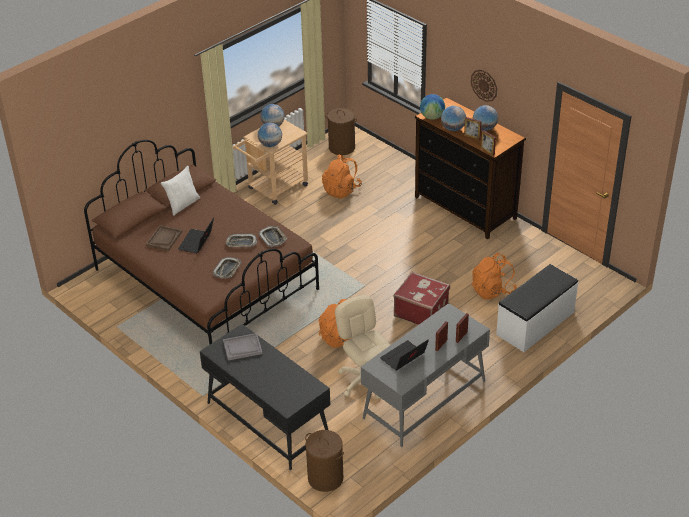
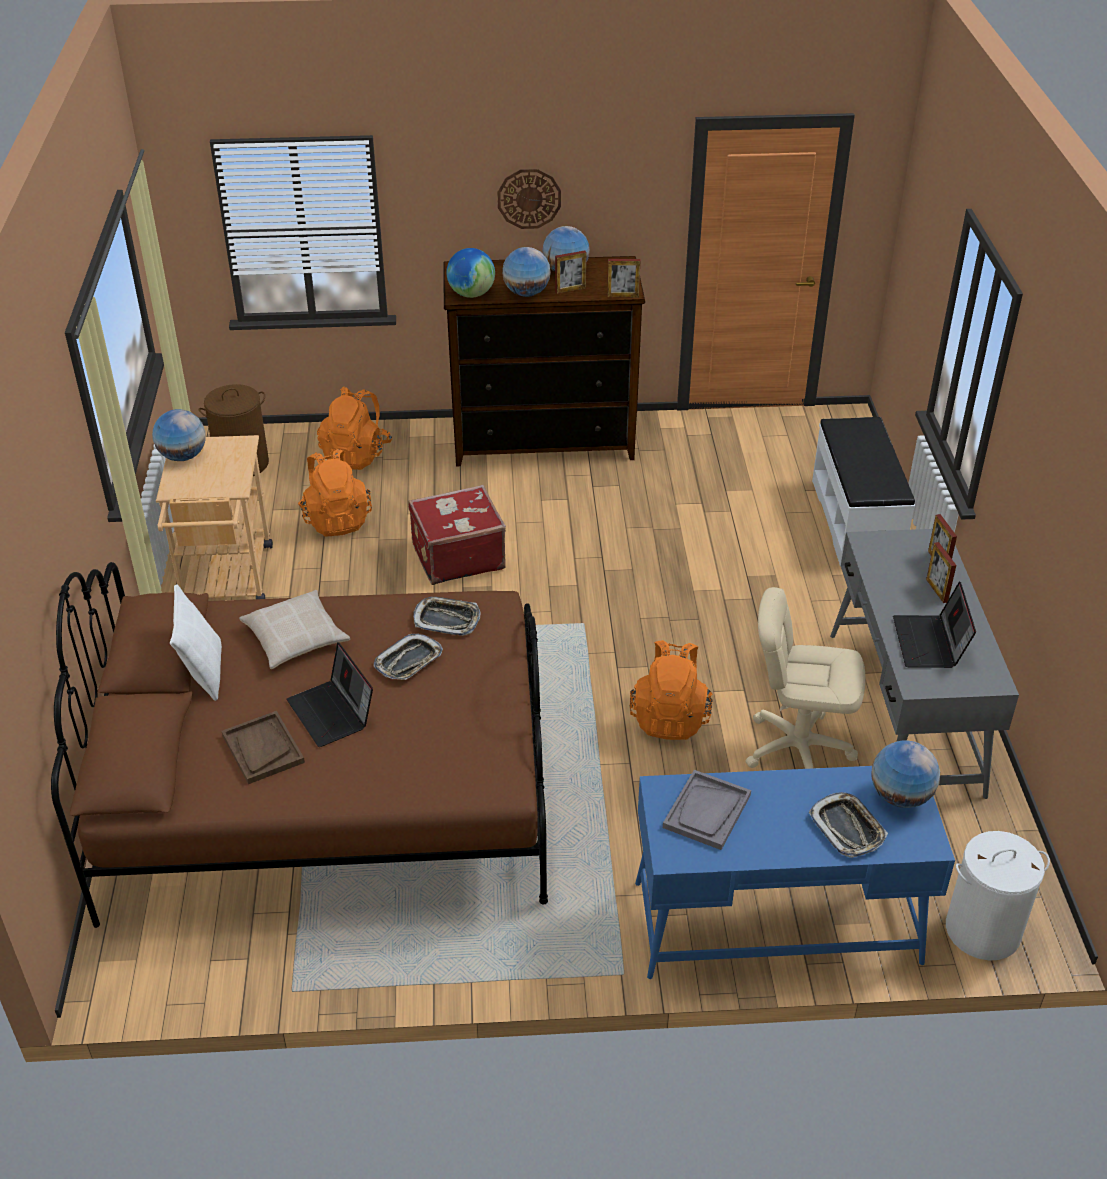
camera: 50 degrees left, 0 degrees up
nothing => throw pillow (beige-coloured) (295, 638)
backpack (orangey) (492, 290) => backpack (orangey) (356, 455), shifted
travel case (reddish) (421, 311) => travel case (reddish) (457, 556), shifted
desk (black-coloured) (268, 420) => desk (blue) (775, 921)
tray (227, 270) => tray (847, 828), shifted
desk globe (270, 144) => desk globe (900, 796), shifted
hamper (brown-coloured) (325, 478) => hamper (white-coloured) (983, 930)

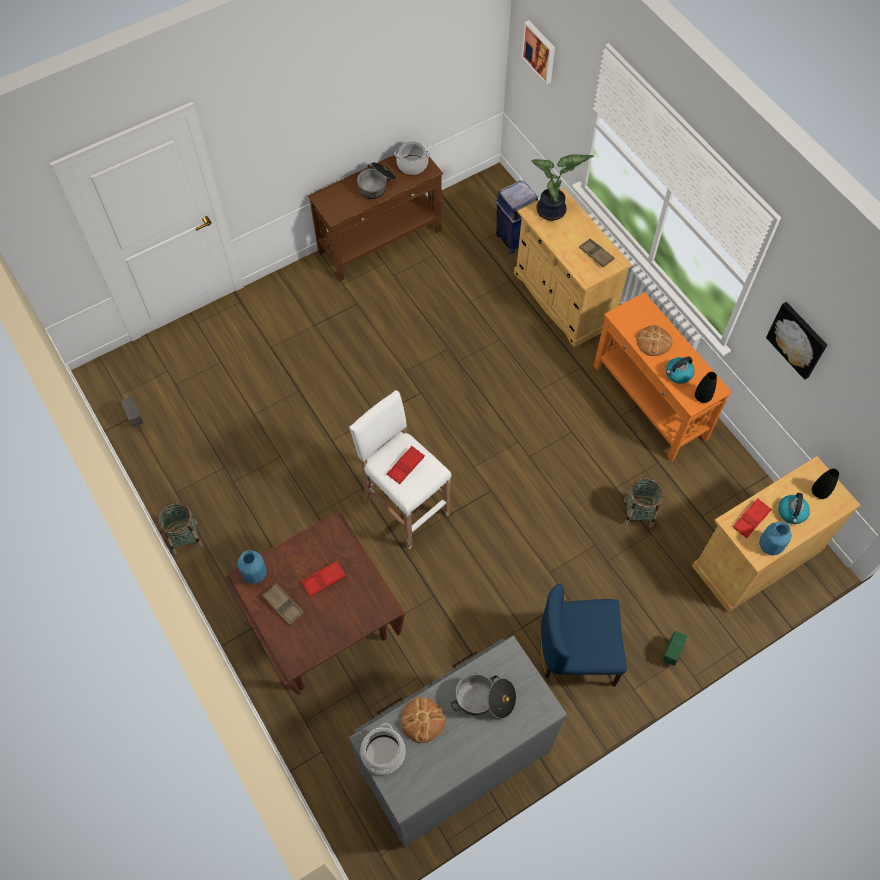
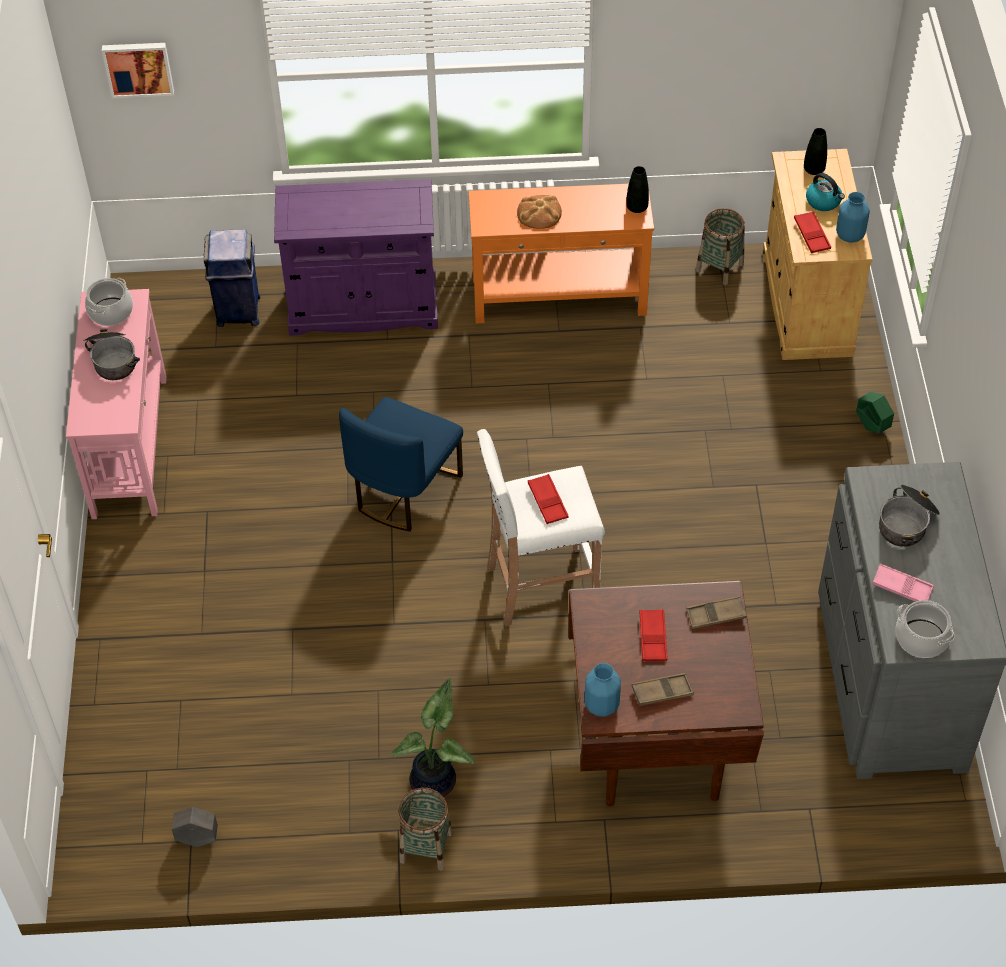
camera: 60 degrees left, 10 degrees down
console table (brown-coloured) (381, 241) => console table (pink-coloured) (131, 445)
storage cabinet (beige-coloured) (563, 299) => storage cabinet (purplish) (363, 307)
chair (blue) (577, 653) => chair (blue) (404, 490), shifted
plant in a pot (552, 212) => plant in a pot (436, 780), shifted
tray (brown-coloured) (596, 254) => tray (brown-coloured) (715, 615), shifted
basket (638, 513) => basket (719, 267), shifted
baked bread (422, 720) => tray (pink-coloured) (902, 587)
tea kettle (678, 374) => nothing
picture (798, 339) => nothing

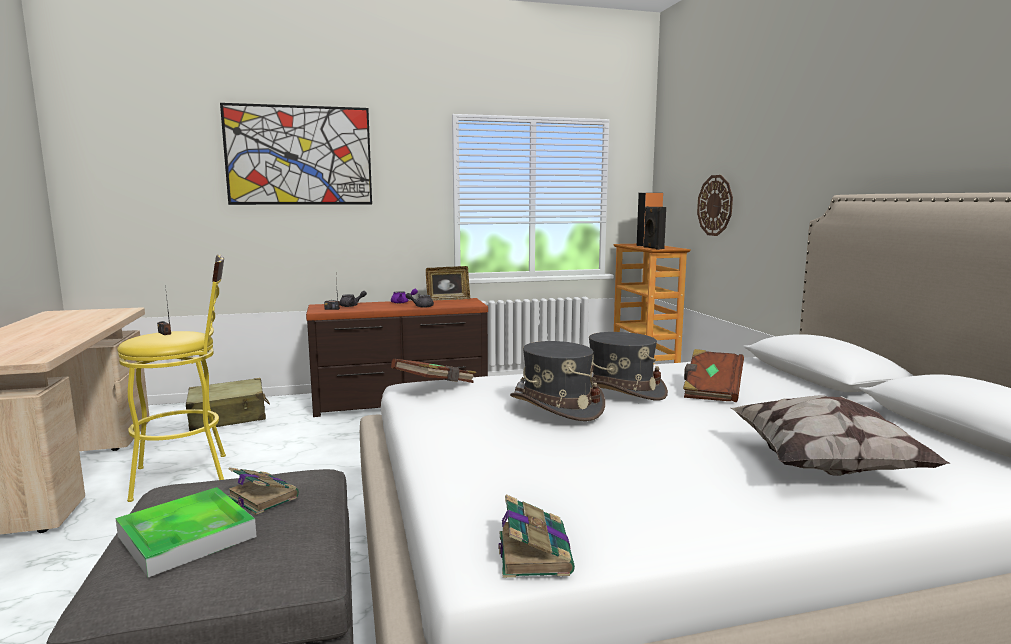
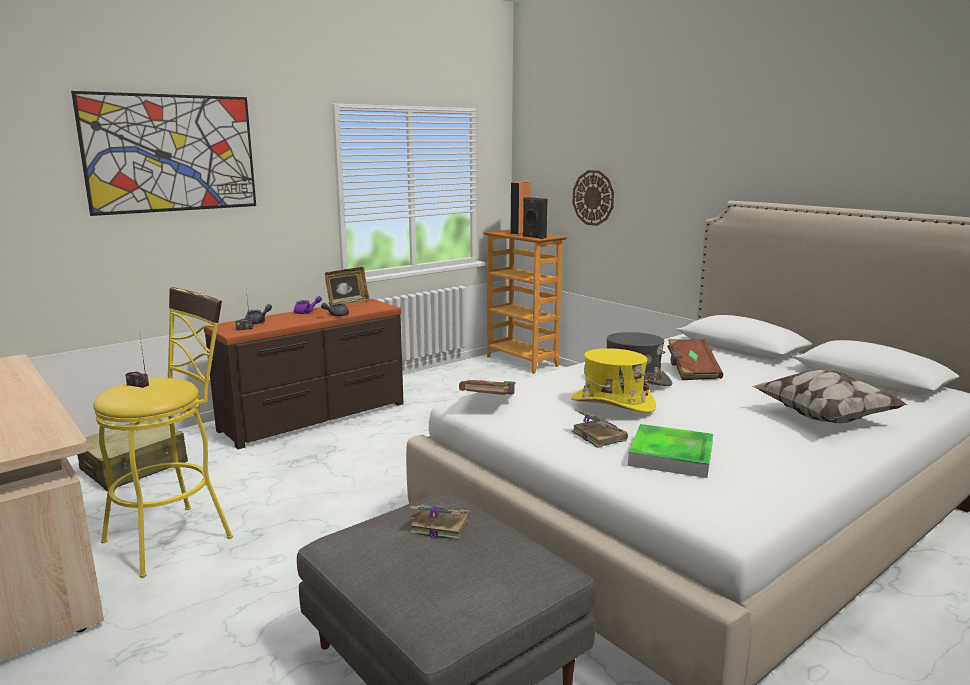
camera: 25 degrees left, 5 degrees up
hat (gray) (556, 406) => hat (yellowish) (612, 403)
book (534, 552) => book (598, 435), shifted
tray (187, 536) => tray (671, 456), shifted

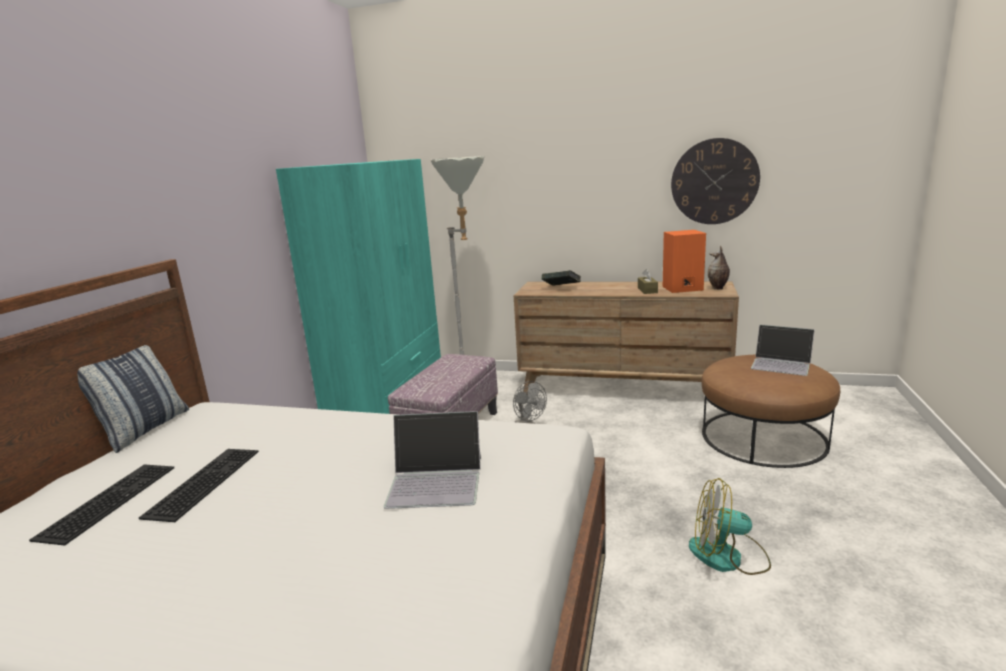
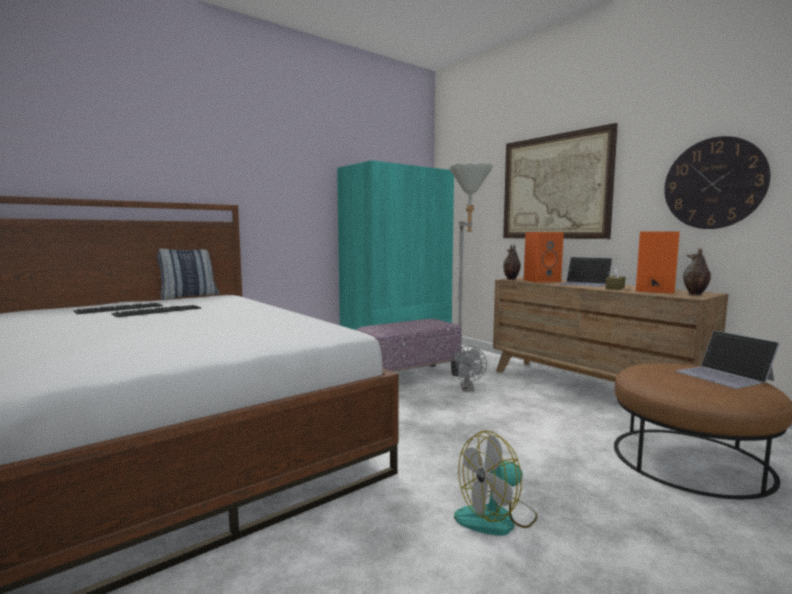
camera: 35 degrees right, 10 degrees down
fan (728, 556) => fan (496, 518), 75 degrees counterclockwise
nothing => picture (554, 187)
nothing => flower vase (511, 279)
book (561, 288) => audio speaker (orangey) (542, 280)
notebook computer (436, 480) => notebook computer (584, 284), shifted

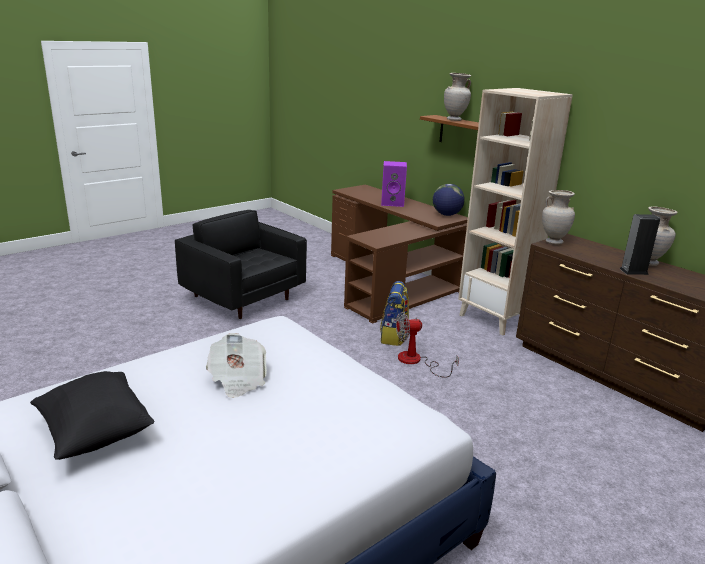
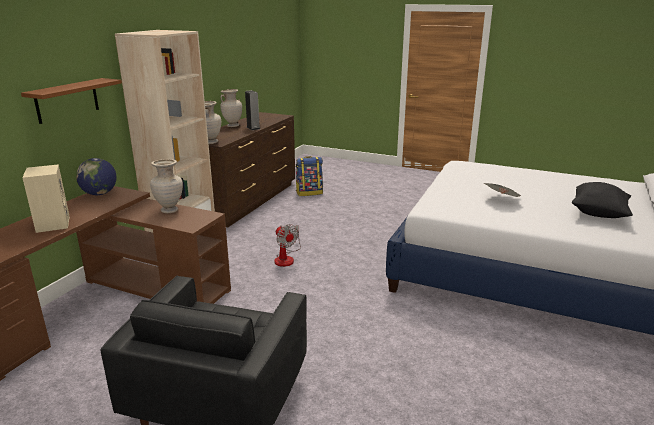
camera: 115 degrees left, 0 degrees up
audio speaker (purplish) (393, 203) => audio speaker (beige-coloured) (52, 224)
flower vase (beige-coloured) (454, 120) => flower vase (beige-coloured) (170, 210), shifted
backpack (394, 337) => backpack (309, 192), shifted

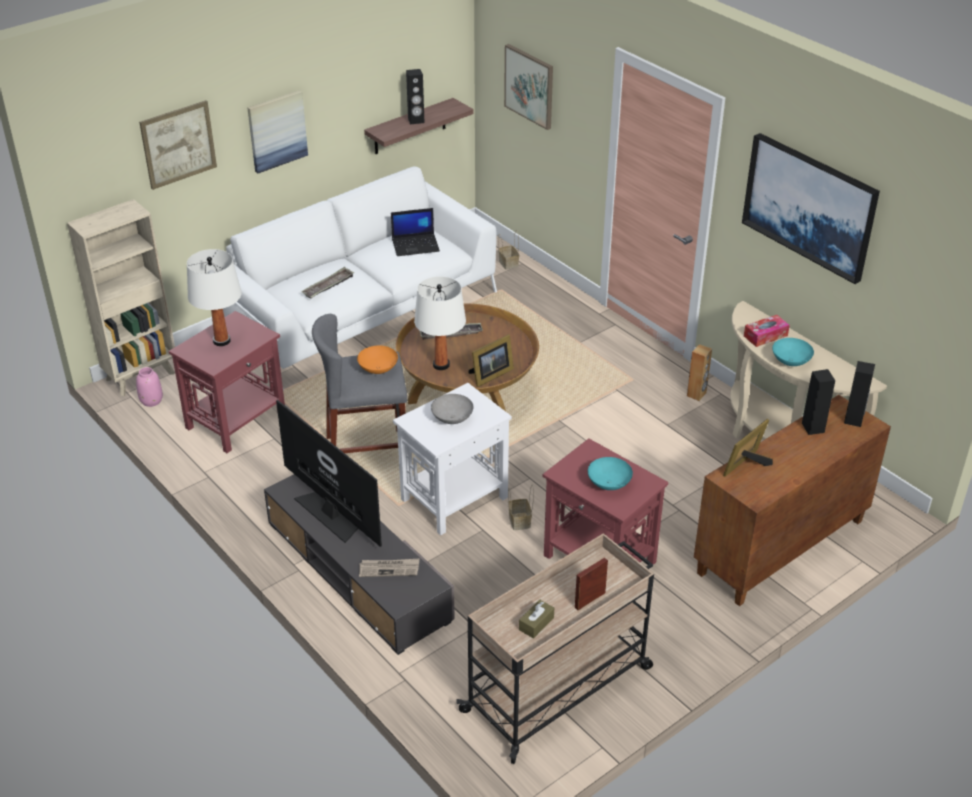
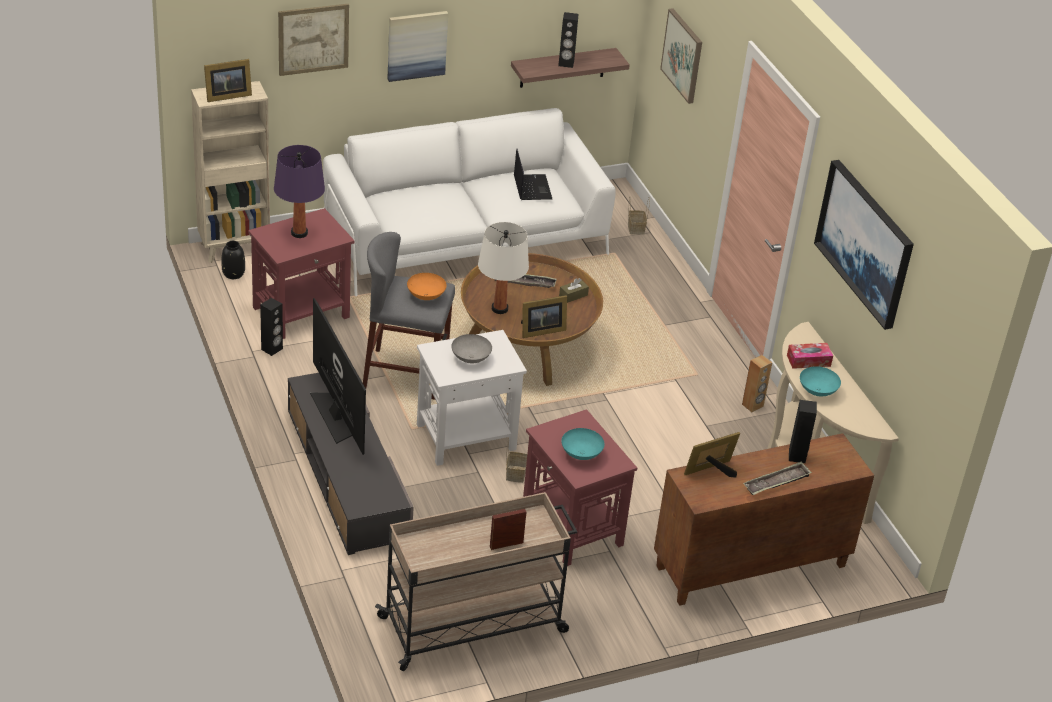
camera: 15 degrees right, 0 degrees up
nothing => photo frame (226, 96)
flower vase (pink-coloured) (151, 400) => flower vase (black-coloured) (234, 274)
audio speaker (black-coloured) (854, 419) => audio speaker (black-coloured) (272, 349), shifted
lamp for a table (white-coloured) (222, 341) => lamp for a table (purplish) (299, 233)
notebook computer (416, 245) => notebook computer (531, 187), 105 degrees counterclockwise
tissue box (brown-coloured) (536, 624) => tissue box (brown-coloured) (573, 295), shifted
tray (328, 286) => tray (776, 482), shifted
newspaper (389, 569) => nothing

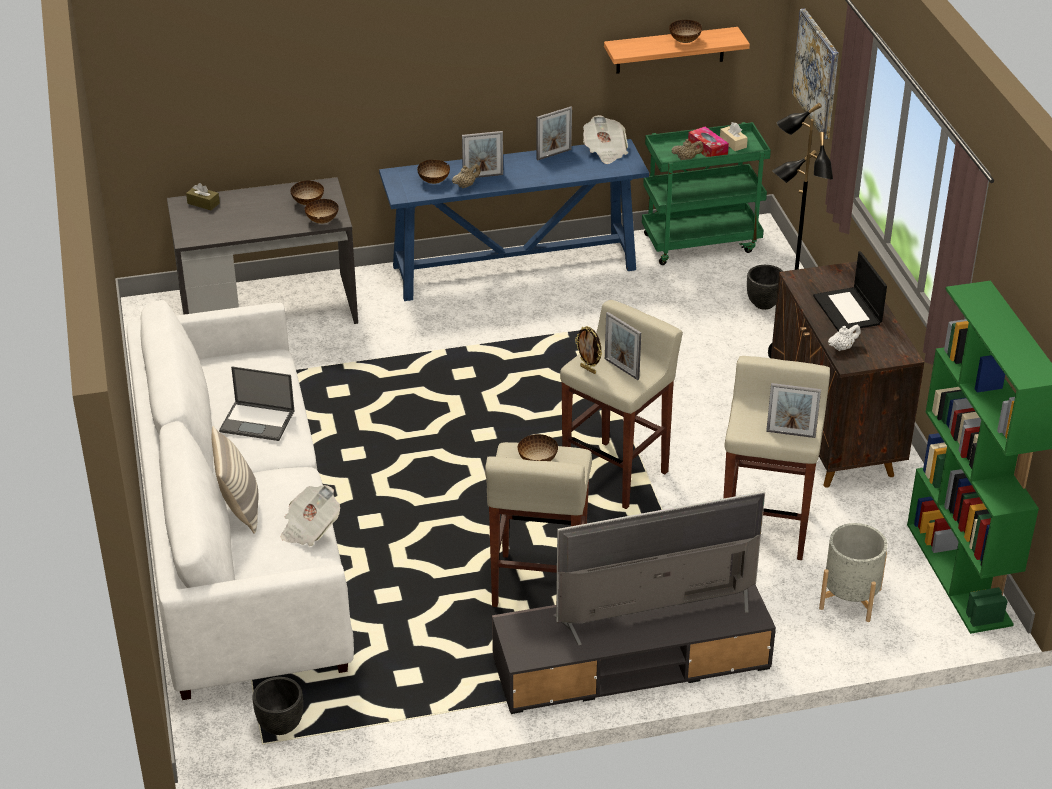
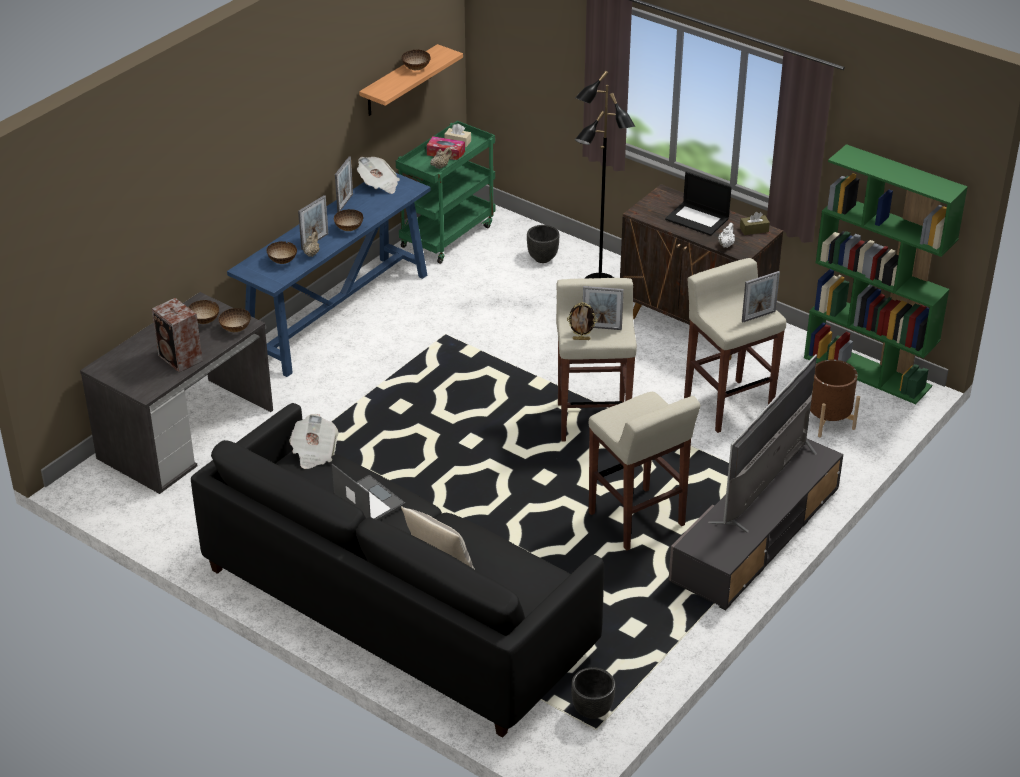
camera: 40 degrees left, 0 degrees up
nothing => audio speaker (180, 359)
couch (white-coloured) (240, 542) => couch (black-coloured) (396, 609)
newspaper (309, 528) => newspaper (314, 452), shifted
notebook computer (258, 421) => notebook computer (368, 500), 105 degrees counterclockwise
bowl (537, 460) => bowl (348, 228), shifted
tissue box (brown-coloured) (203, 203) => tissue box (brown-coloured) (754, 230), shifted
flower pot (gray) (850, 599) => flower pot (brown-coloured) (828, 421)
picture (817, 73) => nothing

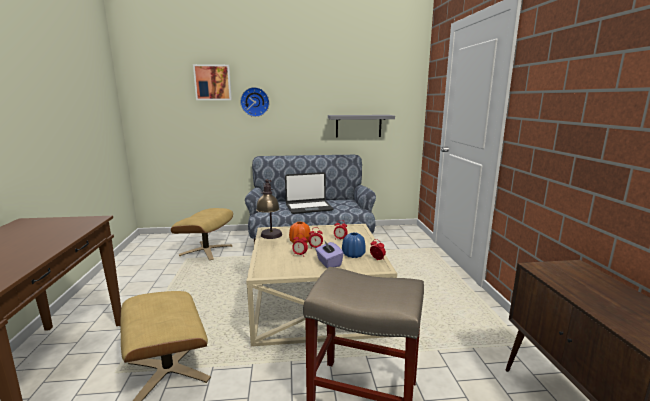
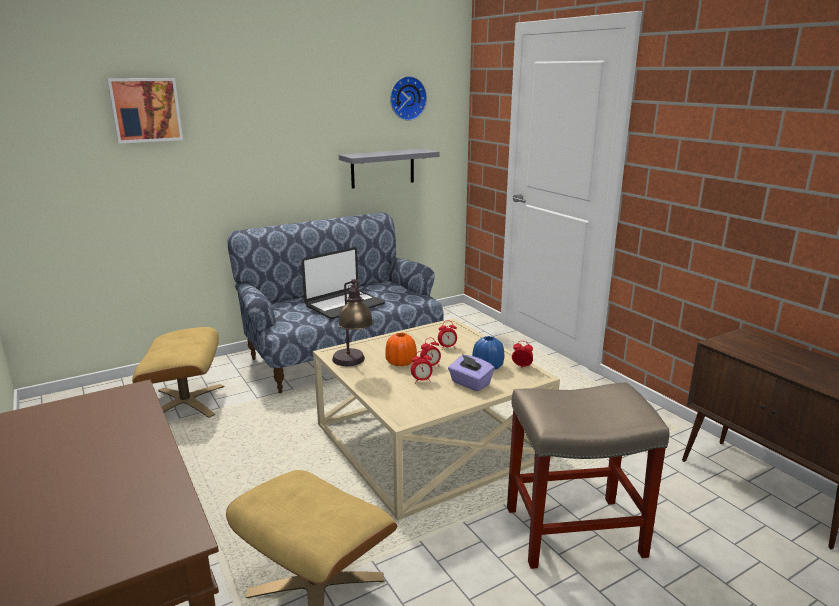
camera: 25 degrees left, 5 degrees up
wall clock (255, 102) => wall clock (406, 98), shifted

